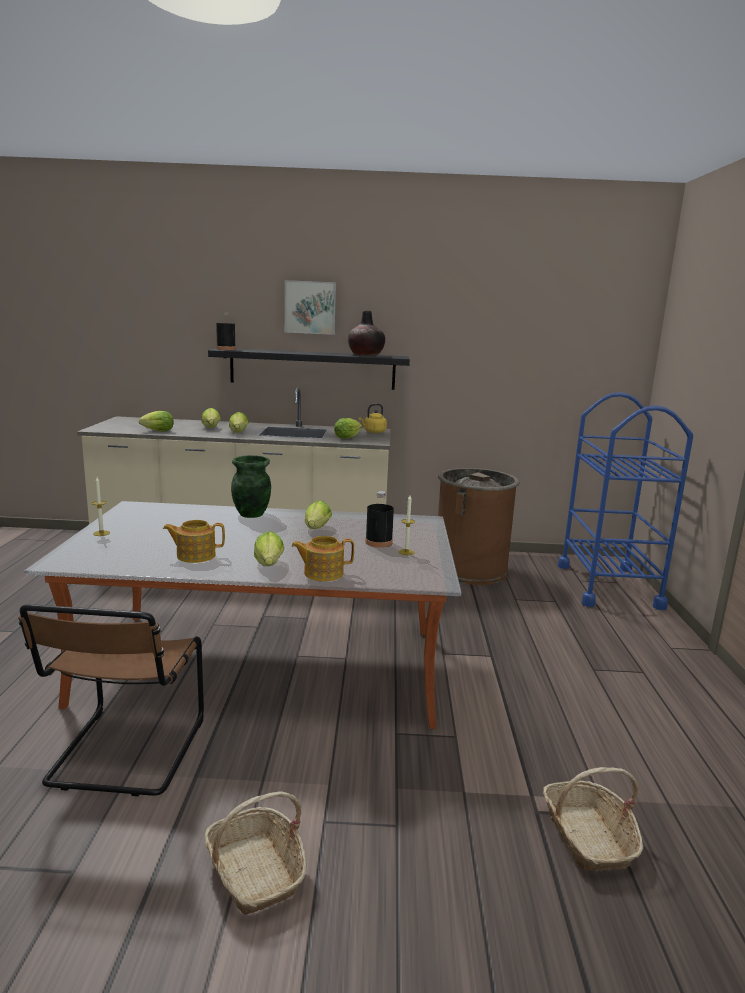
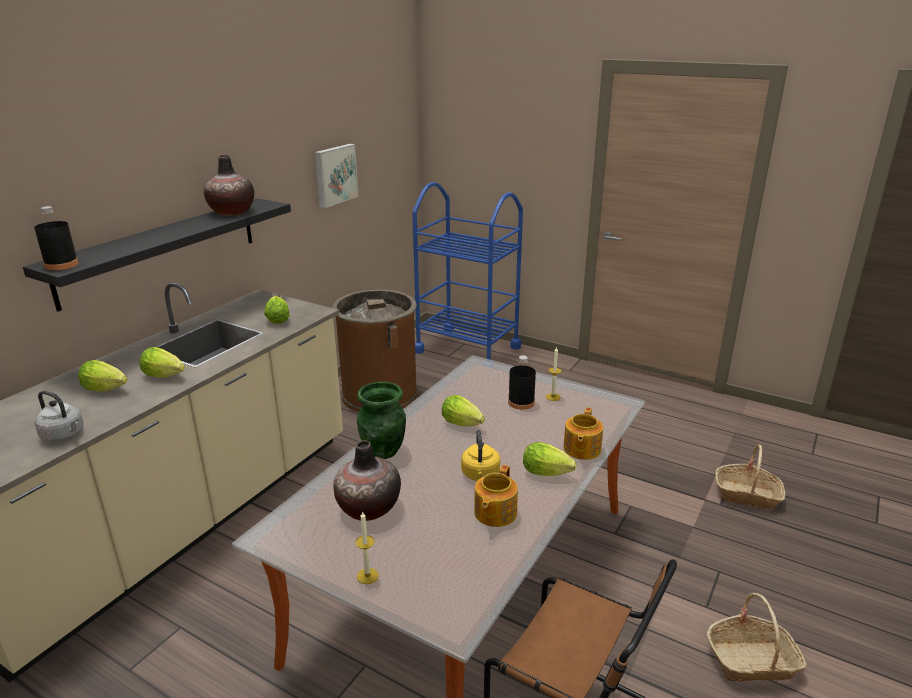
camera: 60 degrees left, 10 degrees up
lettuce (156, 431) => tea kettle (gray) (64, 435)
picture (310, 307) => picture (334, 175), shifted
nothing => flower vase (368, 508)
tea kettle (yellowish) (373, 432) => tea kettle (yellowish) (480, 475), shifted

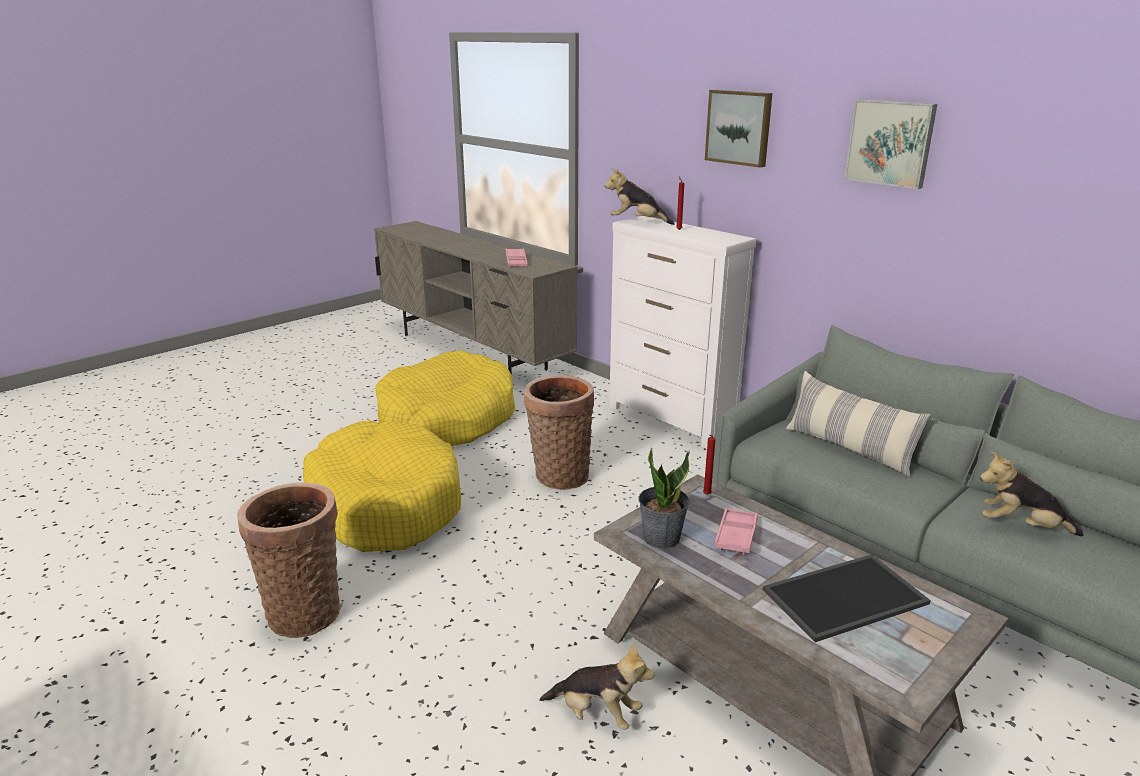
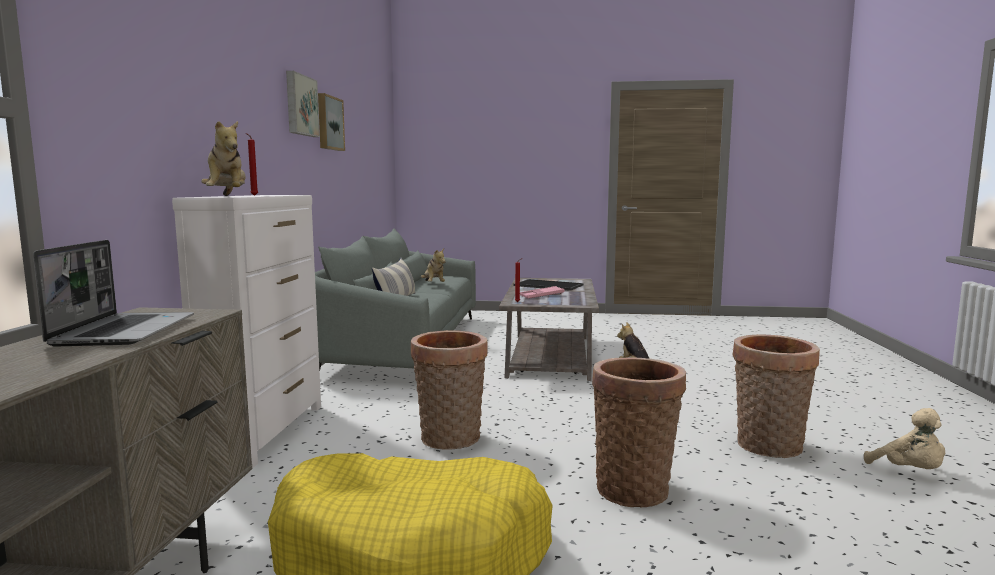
camera: 130 degrees left, 15 degrees down
tray (pink-coloured) (516, 261) => notebook computer (124, 331)
picture (739, 127) => picture (329, 123), shifted
dog bed (yellowish) (384, 504) => basket (634, 488)
nothing => plush toy (beige-coloured) (909, 471)
plant in a pot (661, 538) => nothing

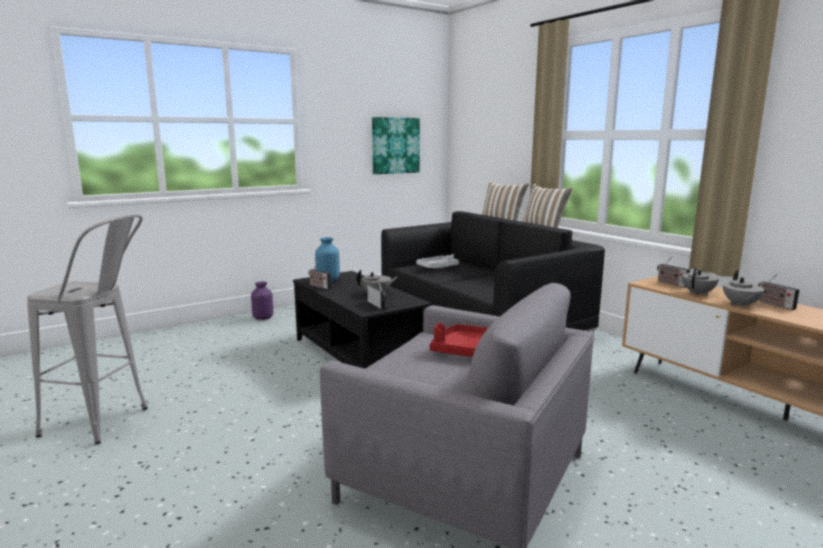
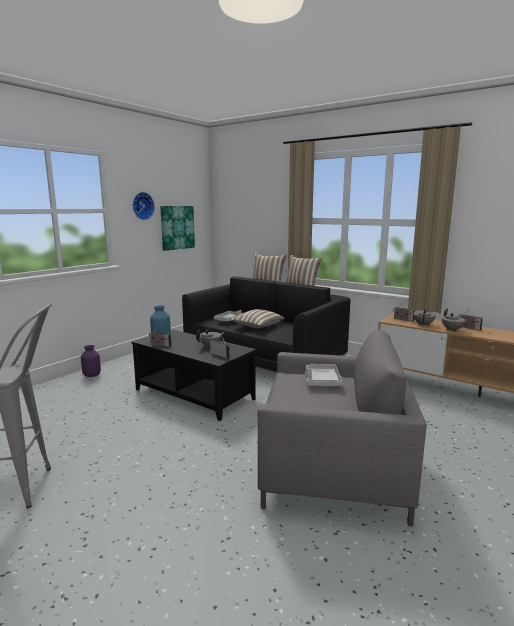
camera: 20 degrees left, 0 degrees up
nothing => wall clock (142, 206)
nothing => throw pillow (257, 326)
tray (reddish) (461, 349) => tray (gray) (321, 381)

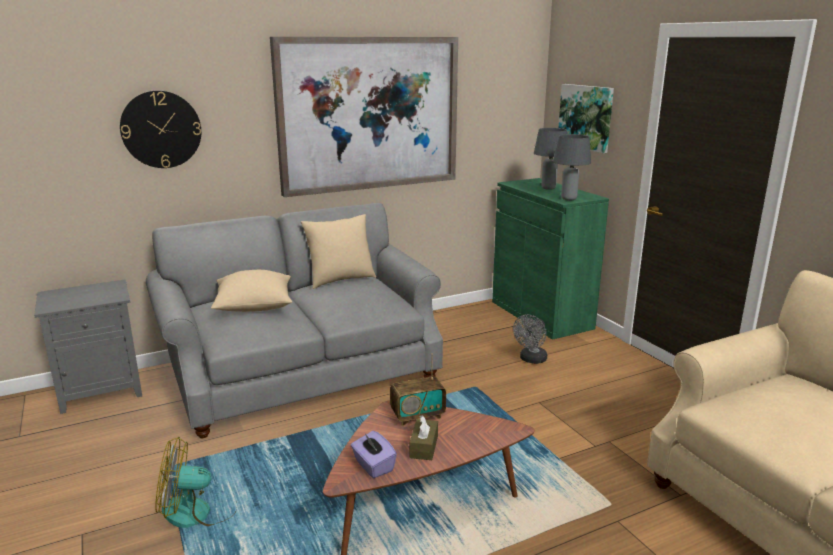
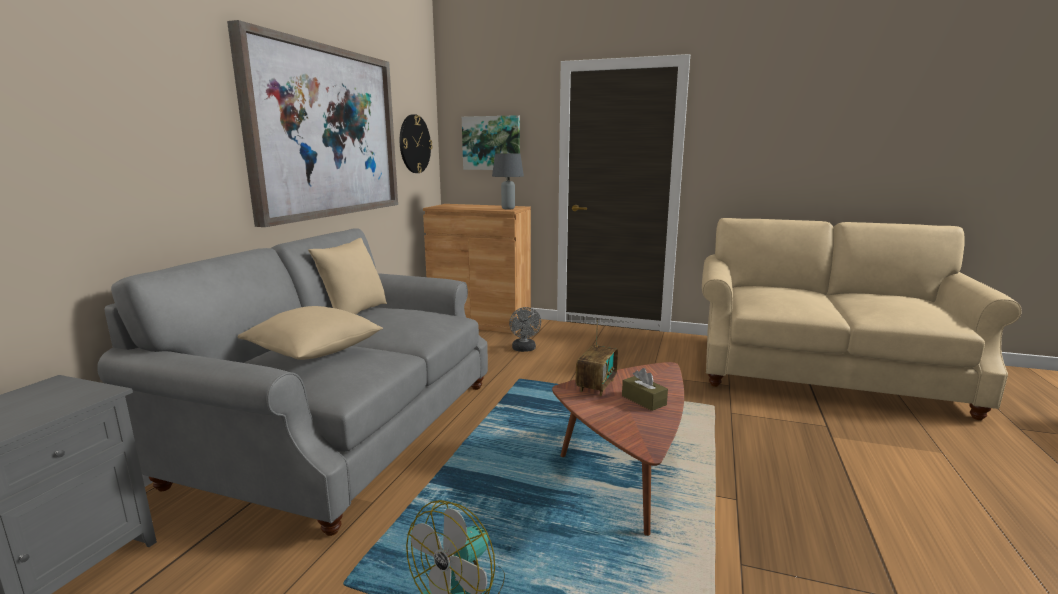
camera: 45 degrees left, 5 degrees down
wall clock (161, 129) => wall clock (414, 144), shifted
storage cabinet (green-coloured) (541, 315) => storage cabinet (brown-coloured) (480, 321)
tissue box (purplish) (373, 466) => nothing
lamp for a table (gray) (549, 188) => nothing

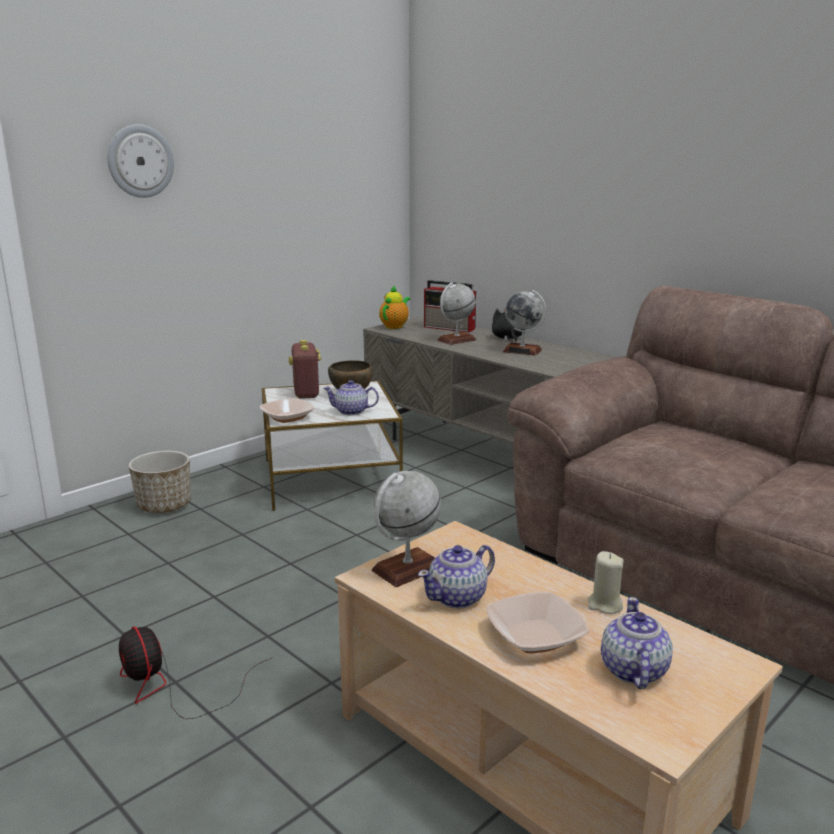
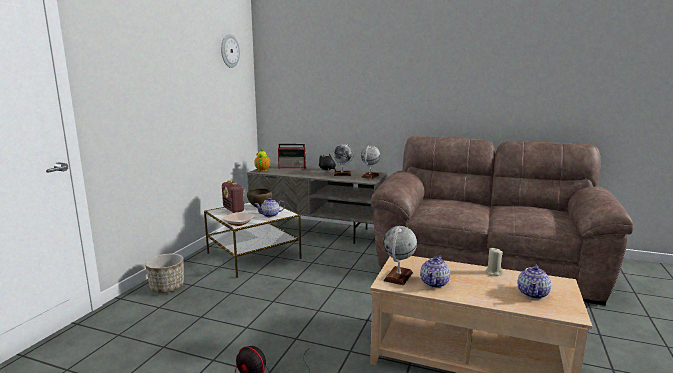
camera: 25 degrees left, 5 degrees down
wall clock (140, 161) => wall clock (229, 51), shifted
desk globe (456, 340) => desk globe (370, 176), shifted
pot for tea (633, 671) => pot for tea (533, 293), 135 degrees counterclockwise
bowl (535, 636) => nothing

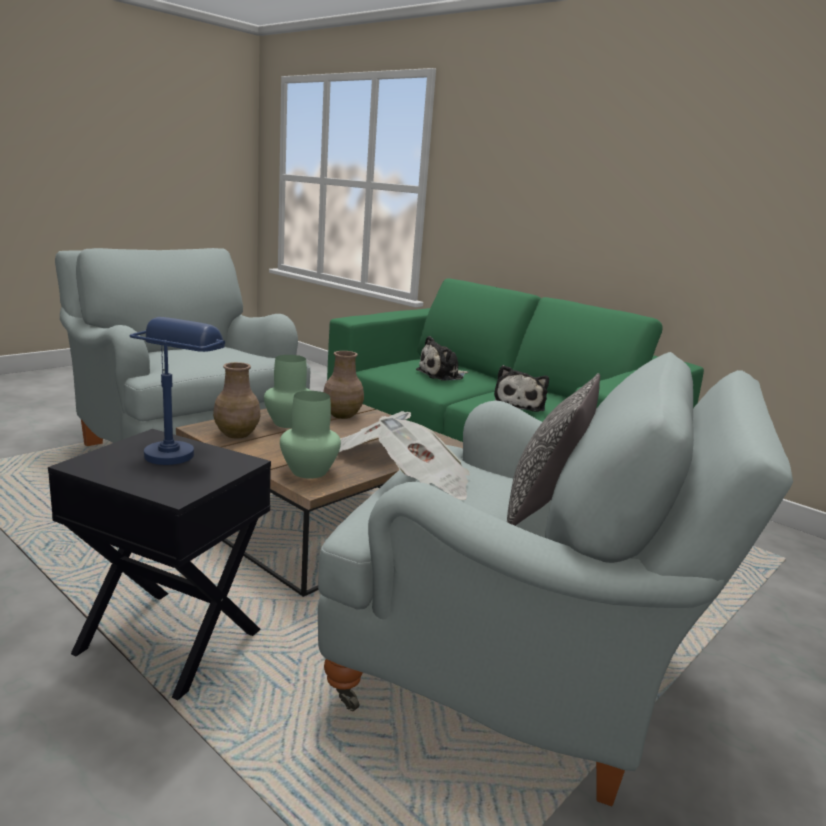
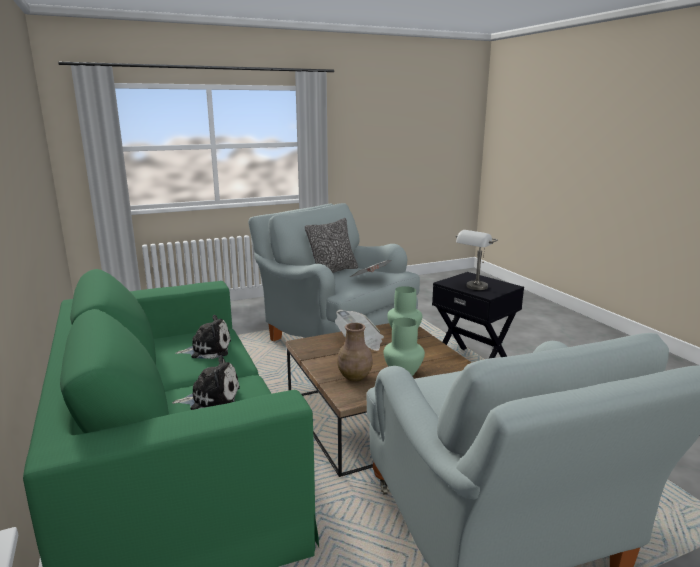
camera: 155 degrees left, 0 degrees up
plush toy (519, 404) => plush toy (208, 349), 45 degrees clockwise
lamp for a table (blue) (178, 450) => lamp for a table (gray) (473, 288)
flower vase (brown-coloured) (237, 434) => nothing

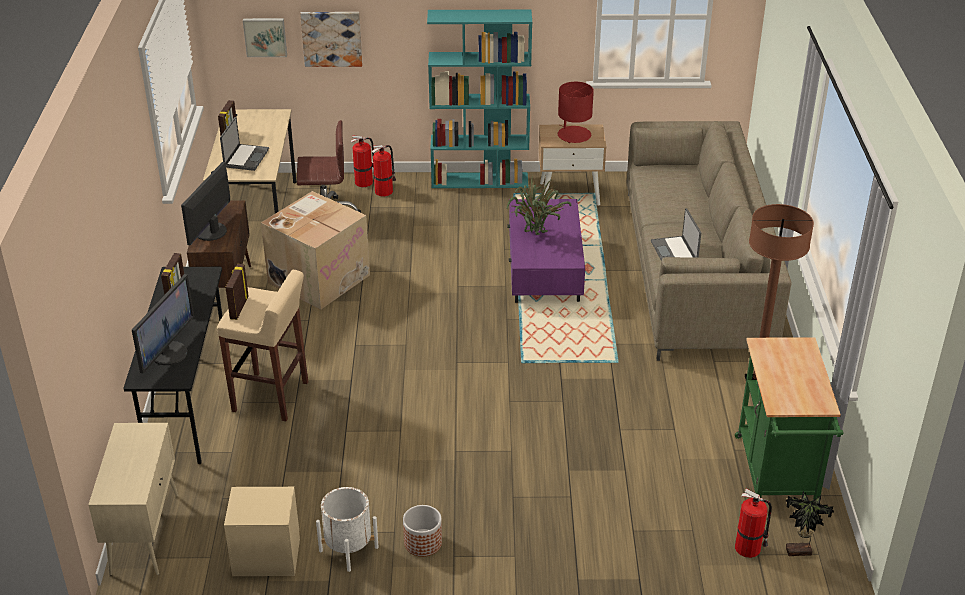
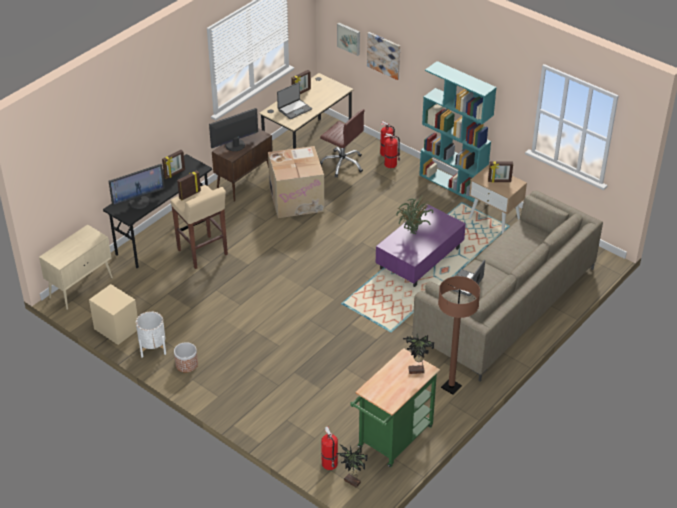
camera: 40 degrees right, 5 degrees up
nothing => plant in a pot (417, 371)
lamp for a table (reddish) (574, 135) => photo frame (499, 181)

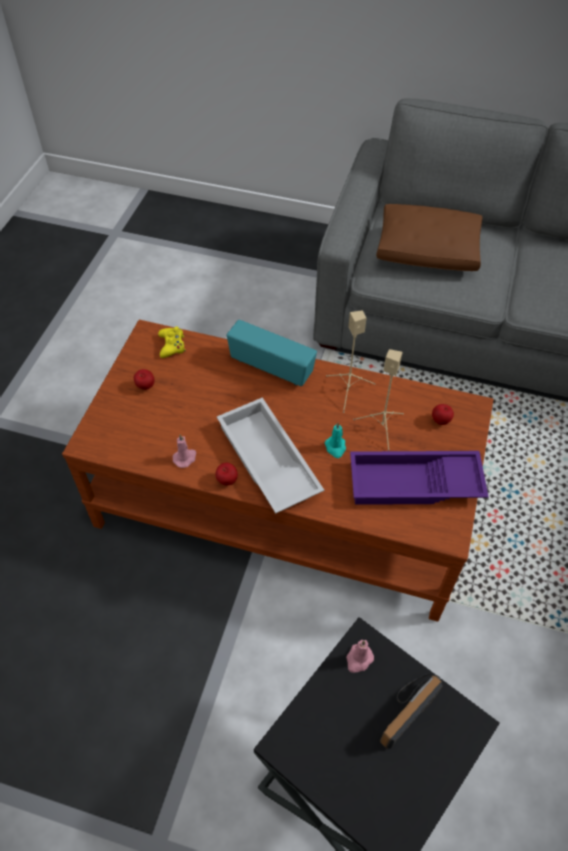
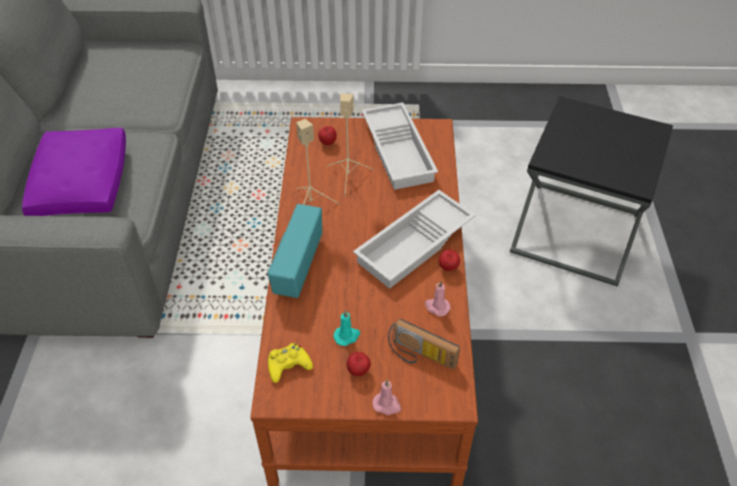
camera: 105 degrees left, 5 degrees down
throw pillow (brown-coloured) (428, 250) => throw pillow (purplish) (82, 183)
candle (blue-green) (335, 447) => candle (blue-green) (347, 336), shifted
tray (purplish) (414, 485) => tray (white-coloured) (399, 151)
candle (pink-coloured) (358, 659) => candle (pink-coloured) (387, 405), shifted
radio set (404, 709) => radio set (420, 356), shifted

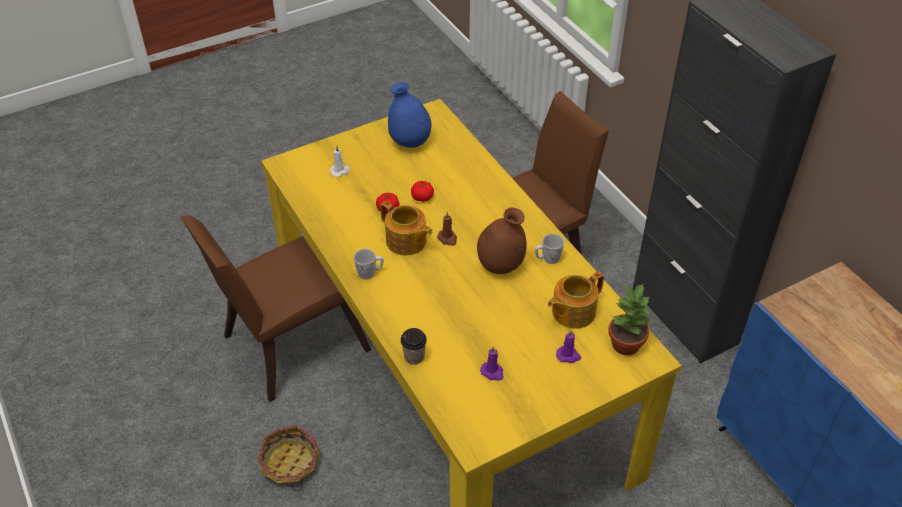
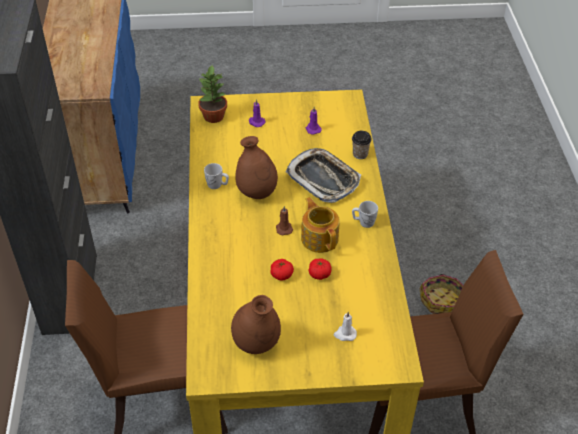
camera: 155 degrees left, 0 degrees up
flower vase (blue) (410, 142) => flower vase (brown-coloured) (256, 343)
nothing => tray (323, 179)
pot for tea (572, 312) => nothing

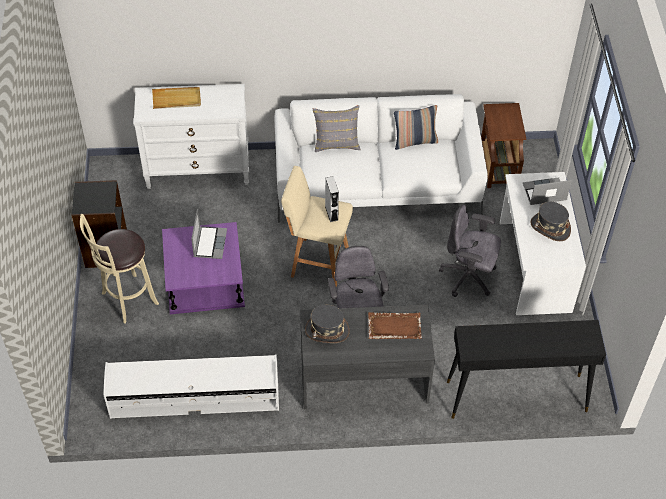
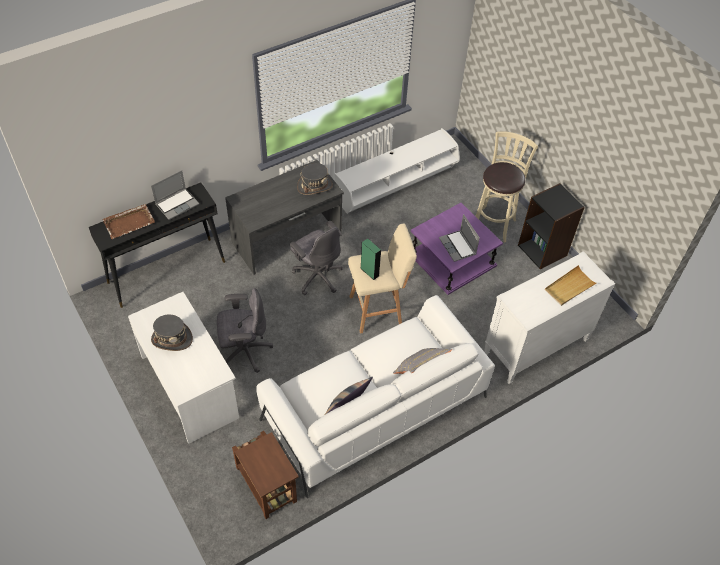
camera: 150 degrees right, 0 degrees up
tray (brown-coloured) (394, 327) => tray (brown-coloured) (129, 222), shifted
notebook computer (544, 193) => notebook computer (177, 204), shifted
audio speaker (gray) (331, 213) => audio speaker (green-coloured) (369, 272)

